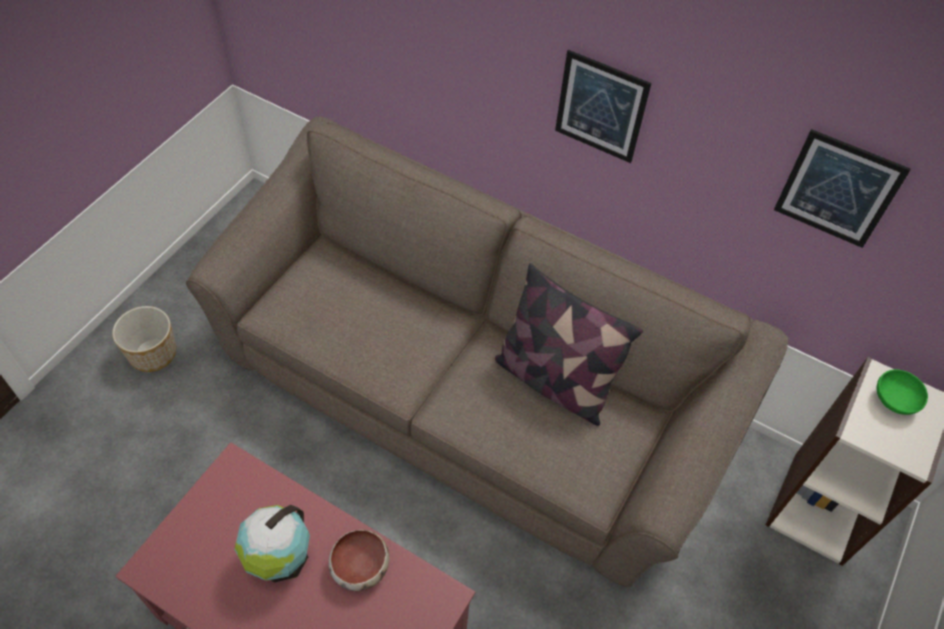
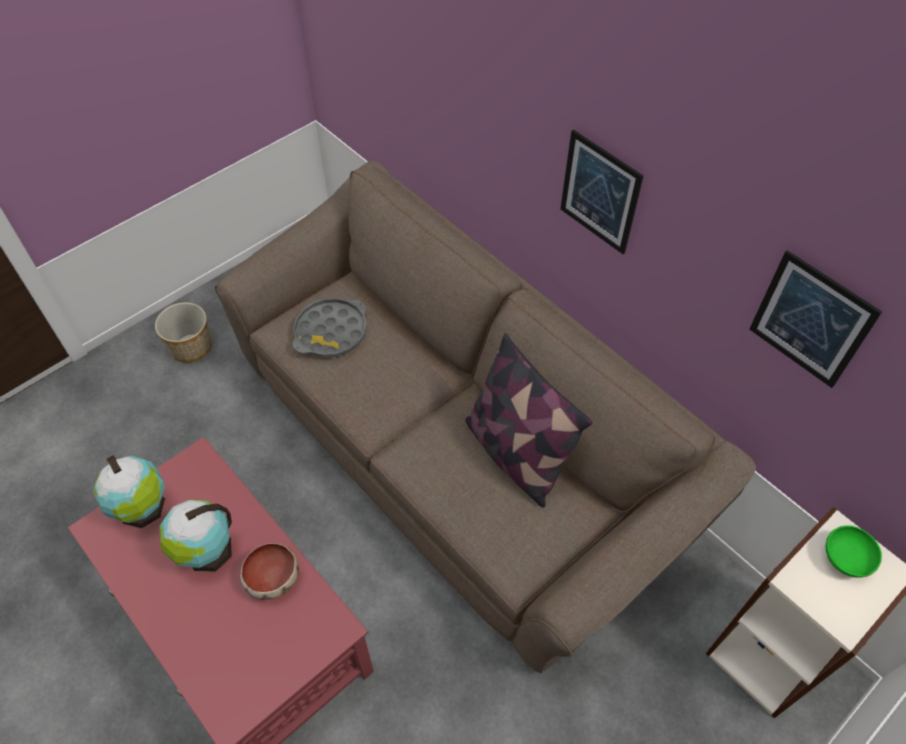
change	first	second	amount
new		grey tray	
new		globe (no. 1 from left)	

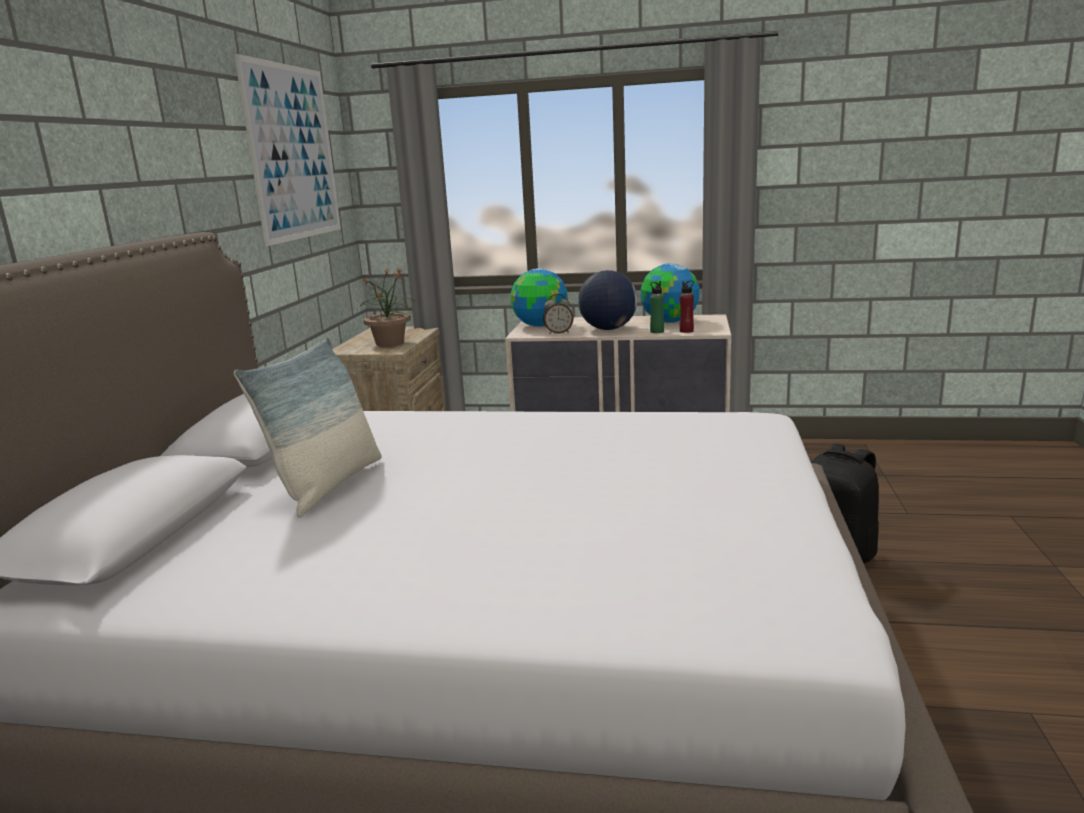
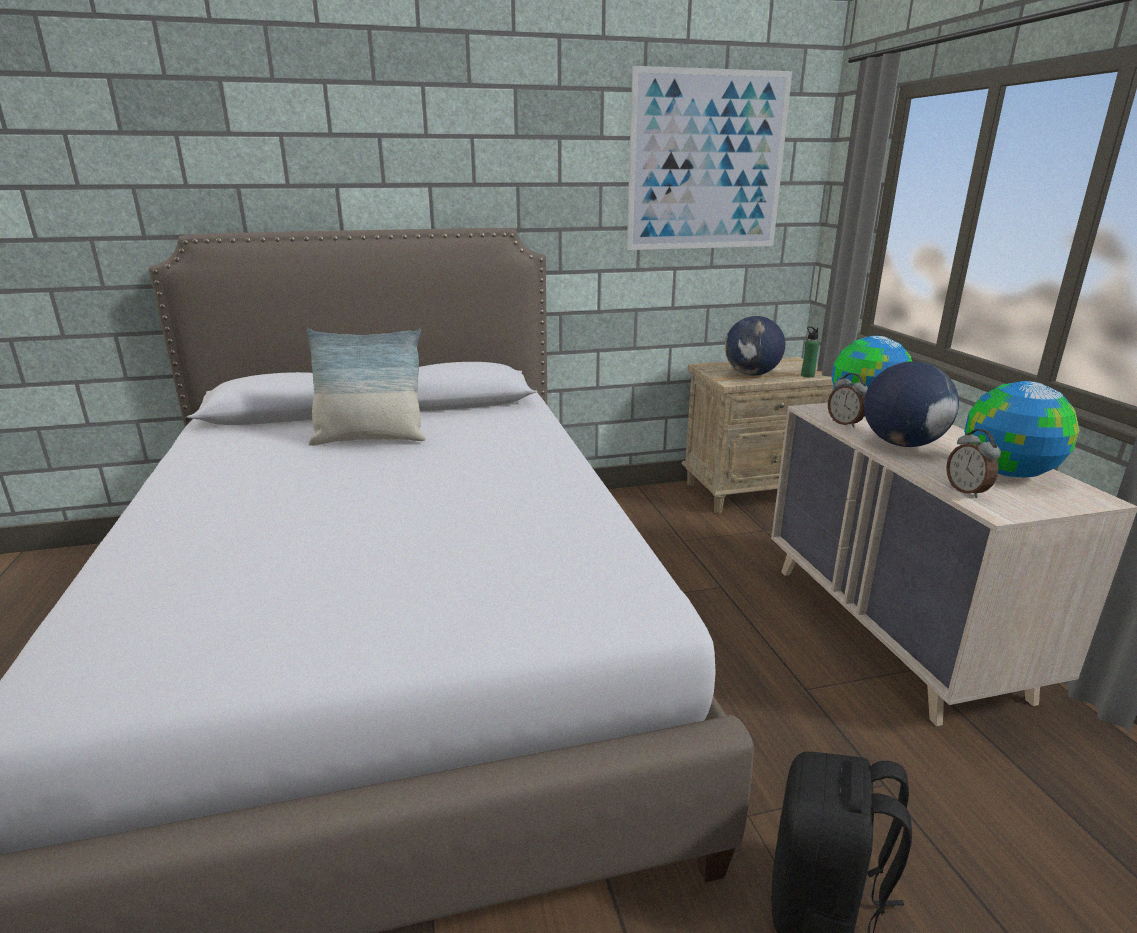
change	first	second	amount
swapped	potted plant	globe (no. 1 from left)	
swapped	red bottle	alarm clock (no. 2 from left)	
shifted	green bottle		

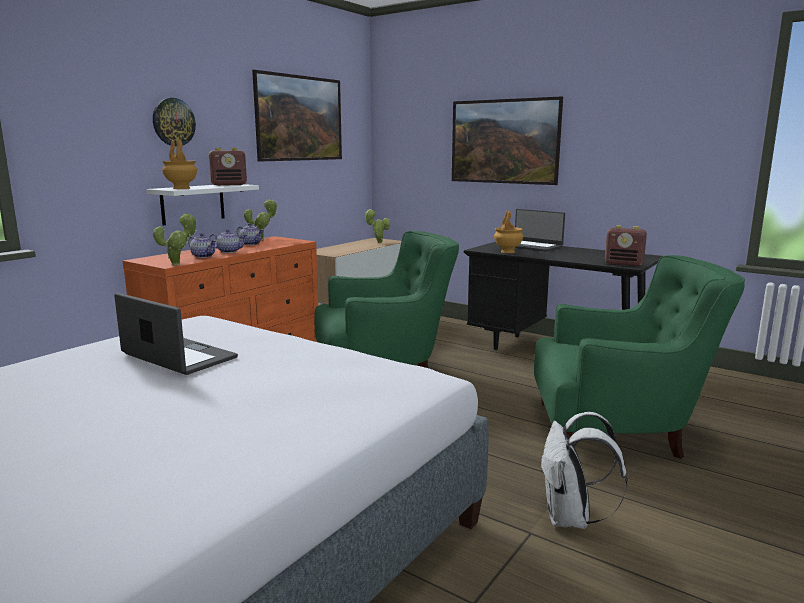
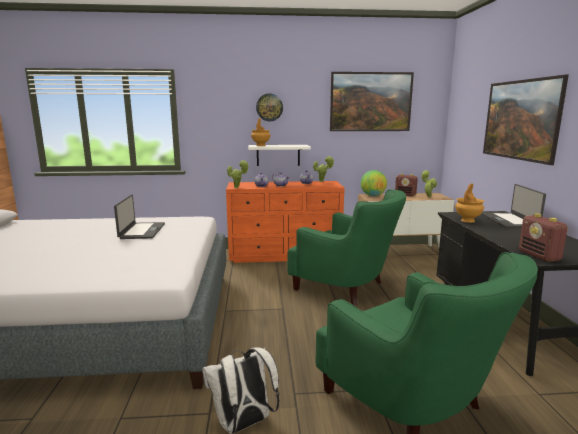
change	first	second	amount
shifted	radio (no. 1 from left)		
new		globe	

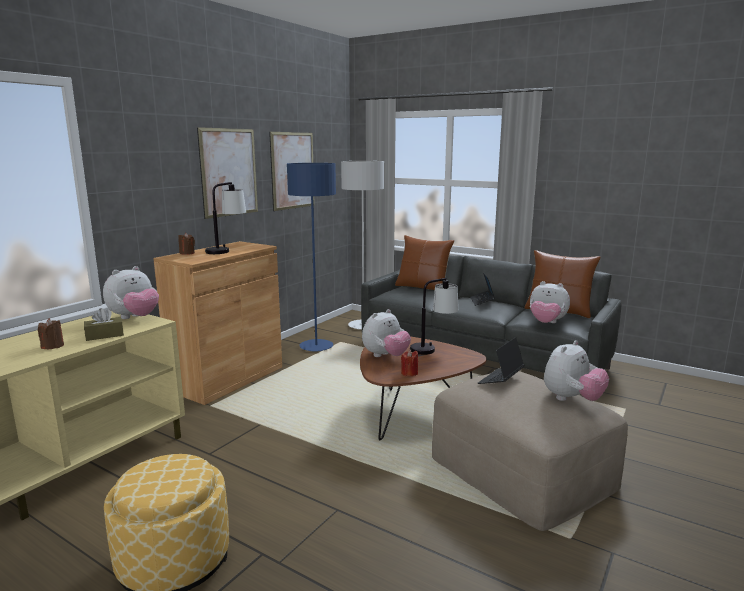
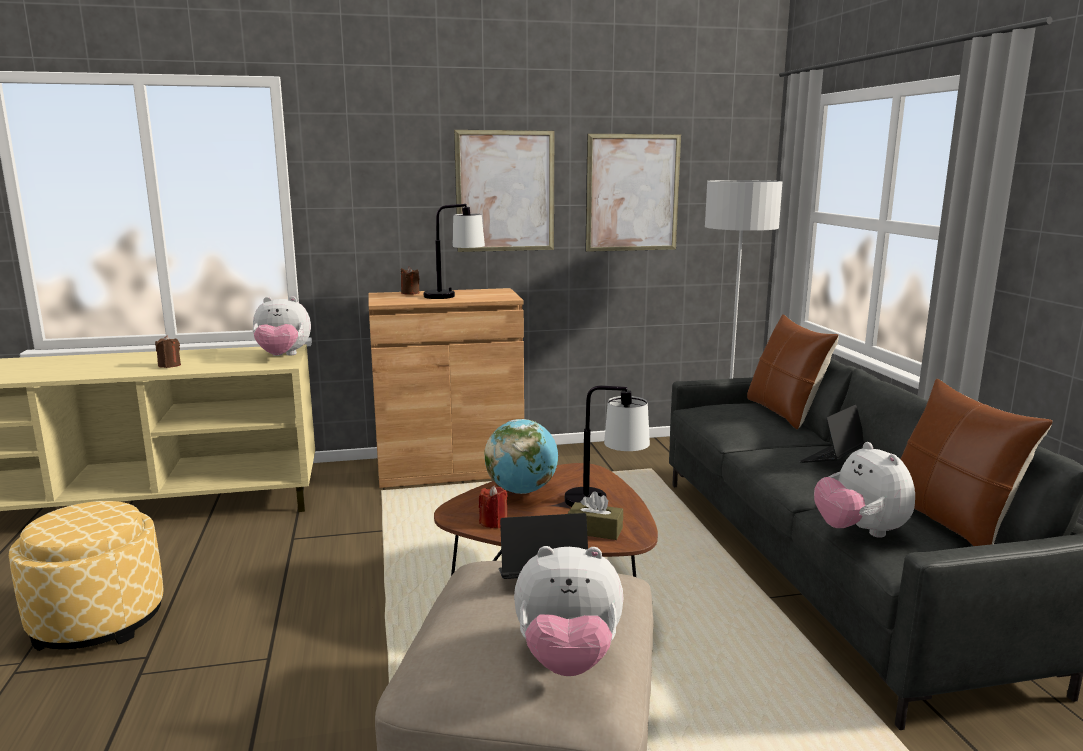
change	first	second	amount
gone	blue floor lamp		
shifted	brown tissue box		
swapped	plush toy (no. 2 from left)	globe	

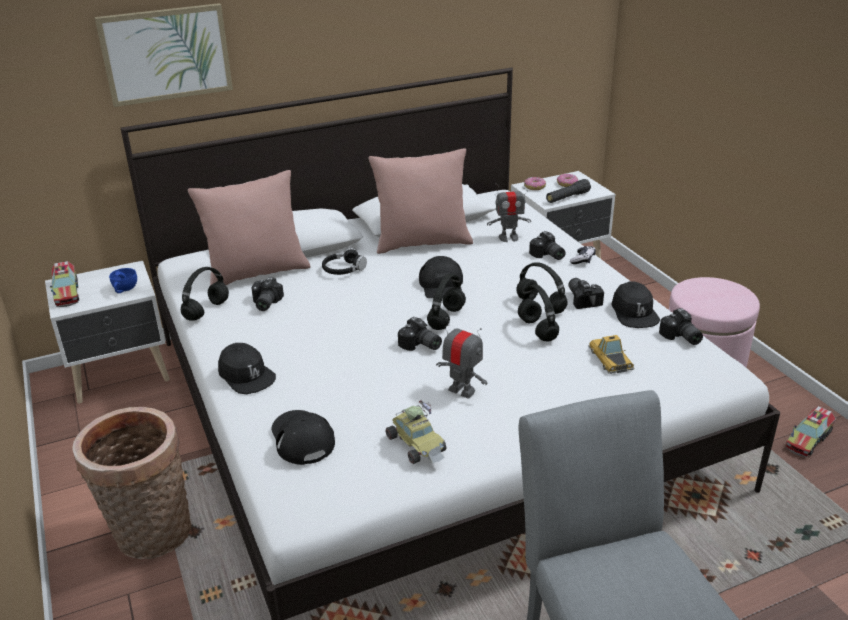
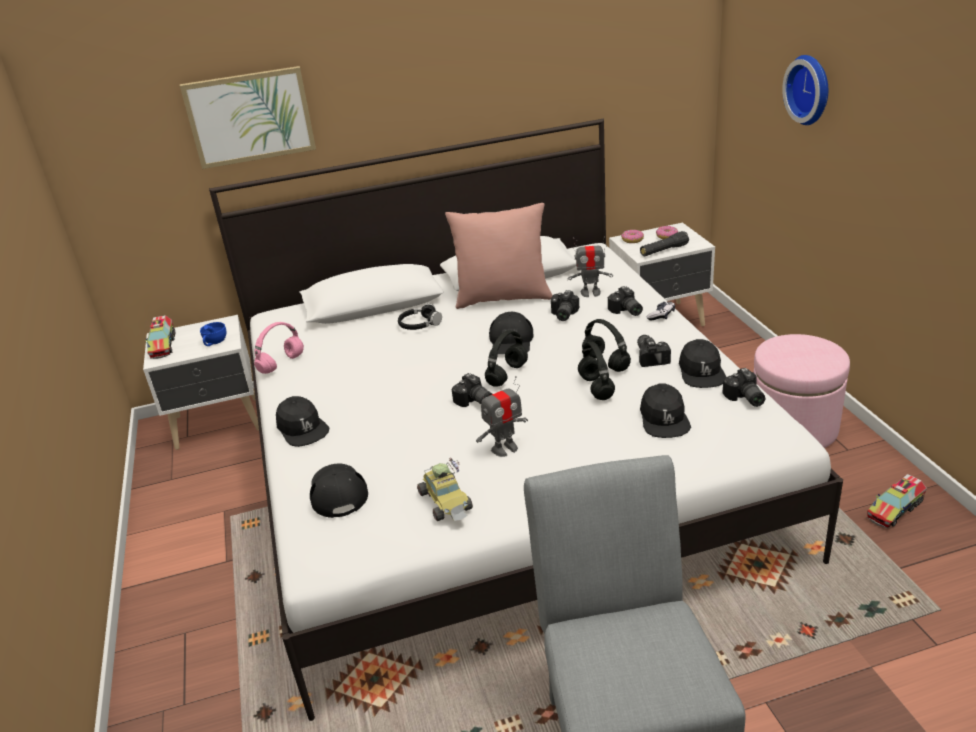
change	first	second	amount
gone	pink pillow (no. 1 from left)		
repainted	black headphones (no. 1 from left)	pink headphones	
shifted	photo camera (no. 1 from left in the first image)	photo camera (no. 2 from left)	
rotated	toy robot (no. 1 from left)		105 degrees clockwise
swapped	toy car (no. 2 from left)	black cap (no. 4 from left)	
gone	basket		
new		wall clock	

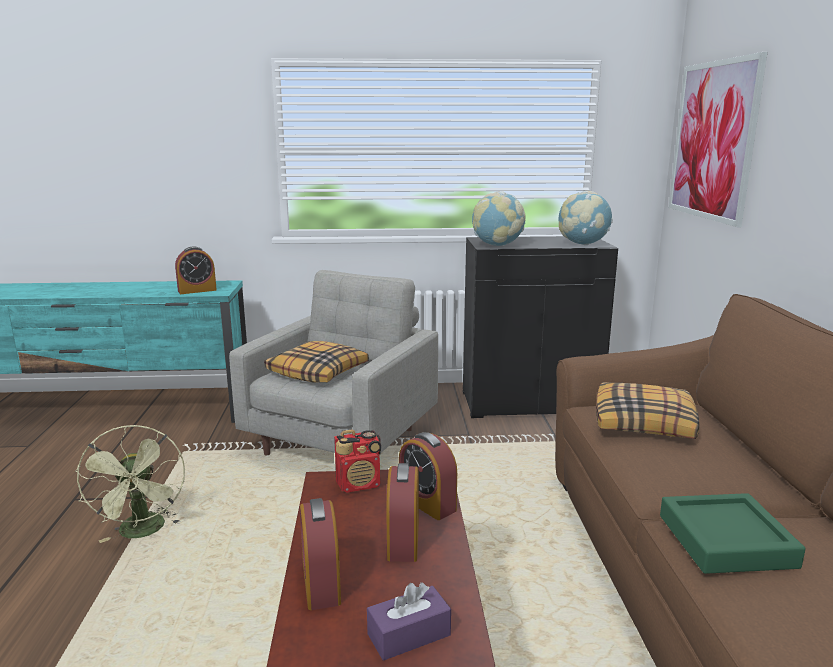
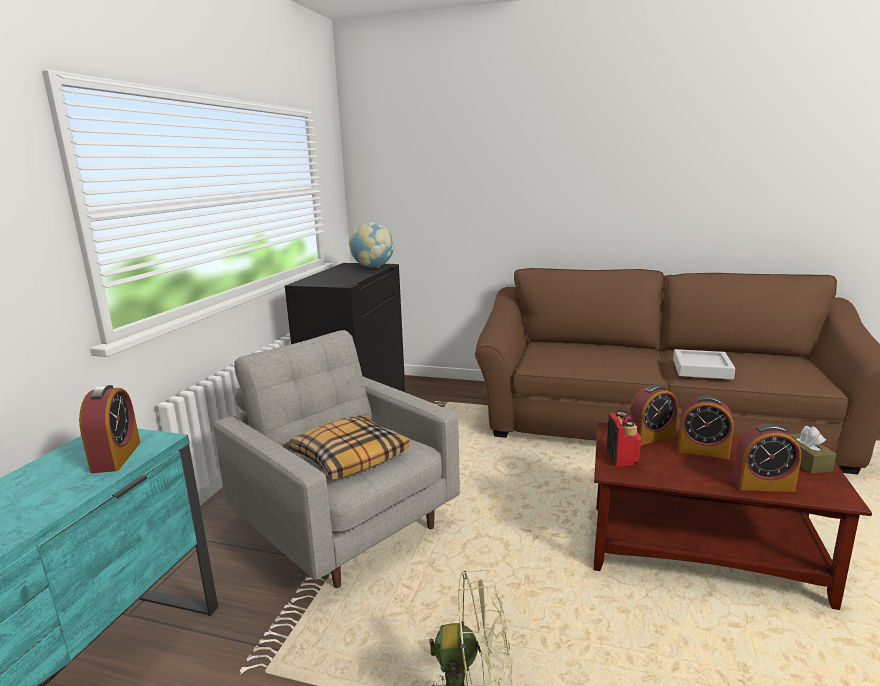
change	first	second	amount
gone	picture		
gone	globe (no. 1 from left)		
gone	pillow (no. 2 from left)		
repainted	green tray	grey tray	
repainted	purple tissue box	brown tissue box	

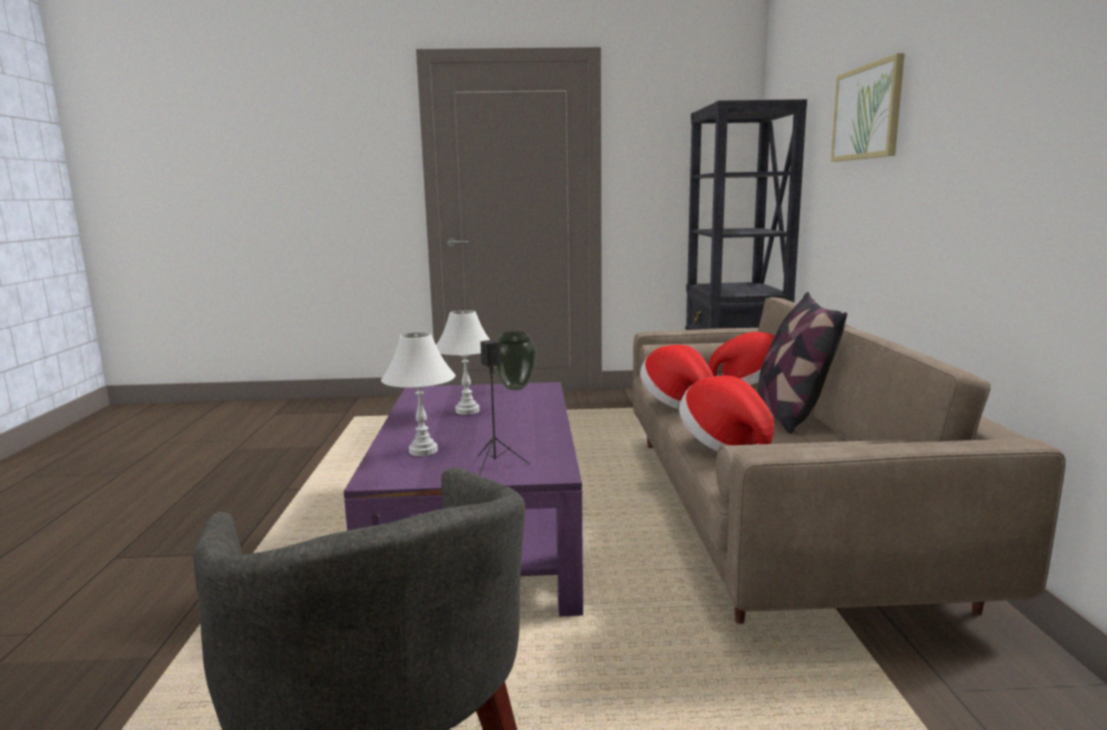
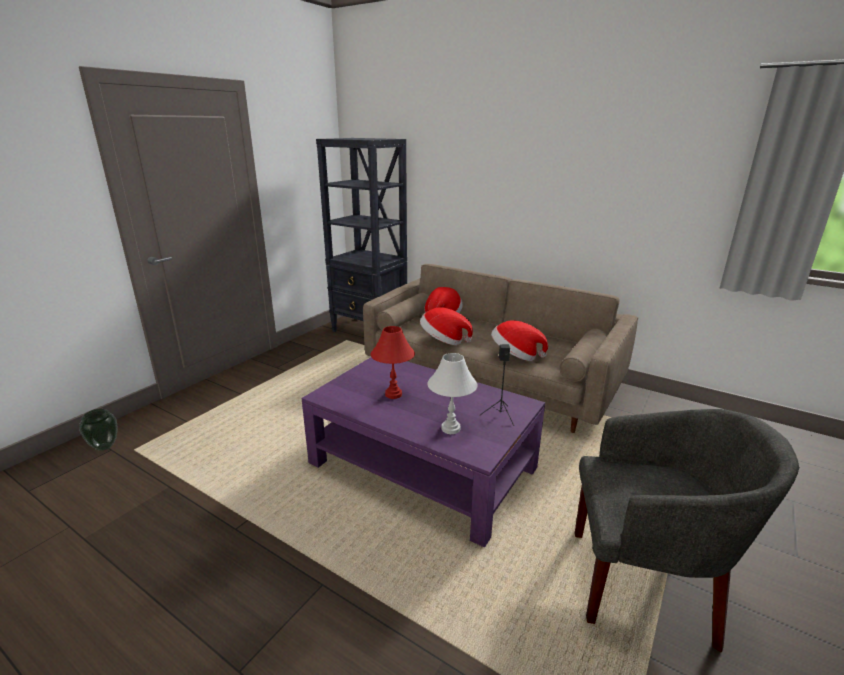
change	first	second	amount
gone	picture		
gone	pillow		
repainted	white table lamp (no. 2 from left)	red table lamp	
shifted	vase		

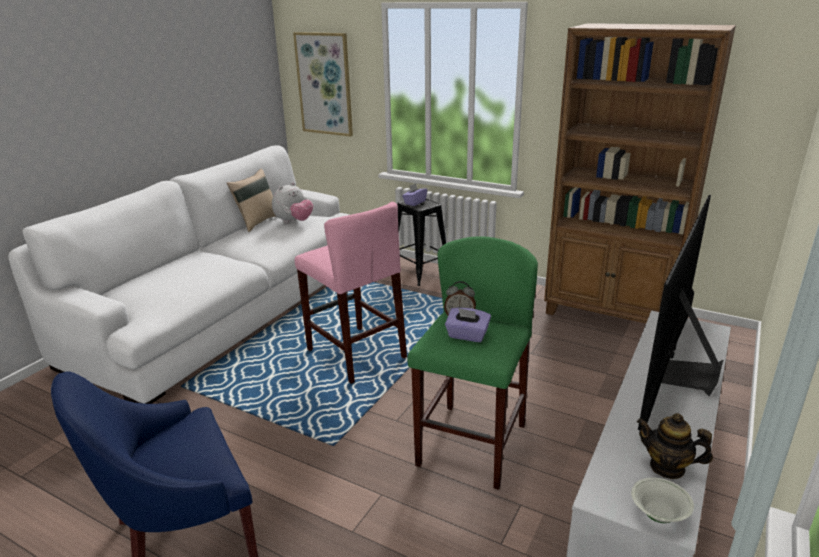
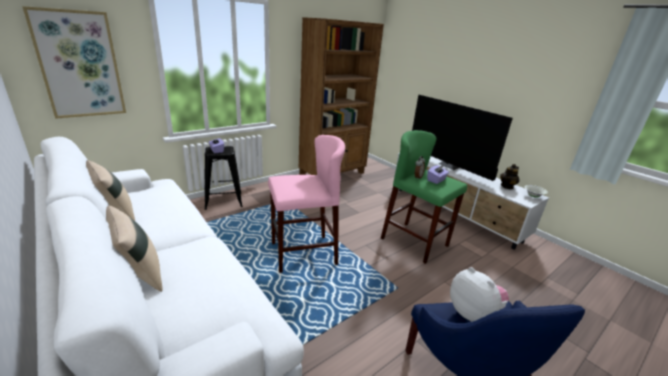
change	first	second	amount
shifted	plush toy		
new		beige pillow (no. 2 from left)	

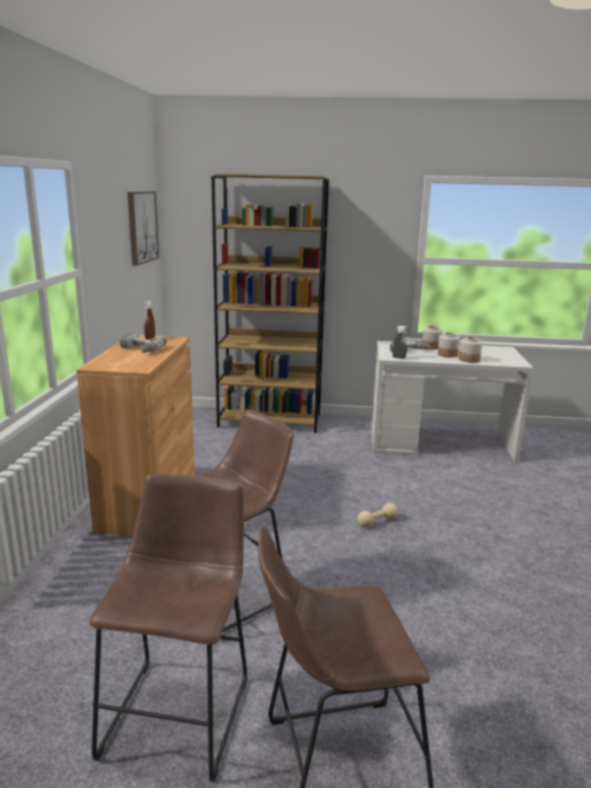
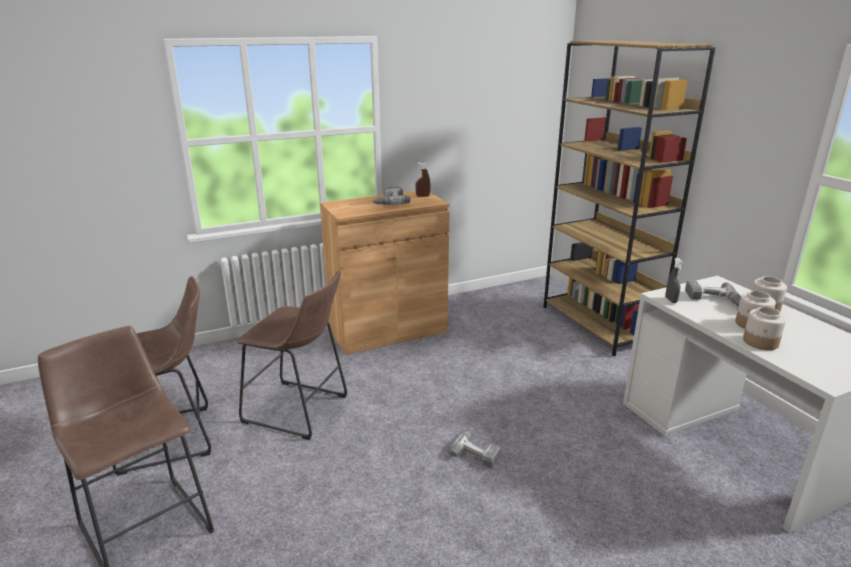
change	first	second	amount
gone	picture		
swapped	beige dumbbell	power drill (no. 2 from left)	

